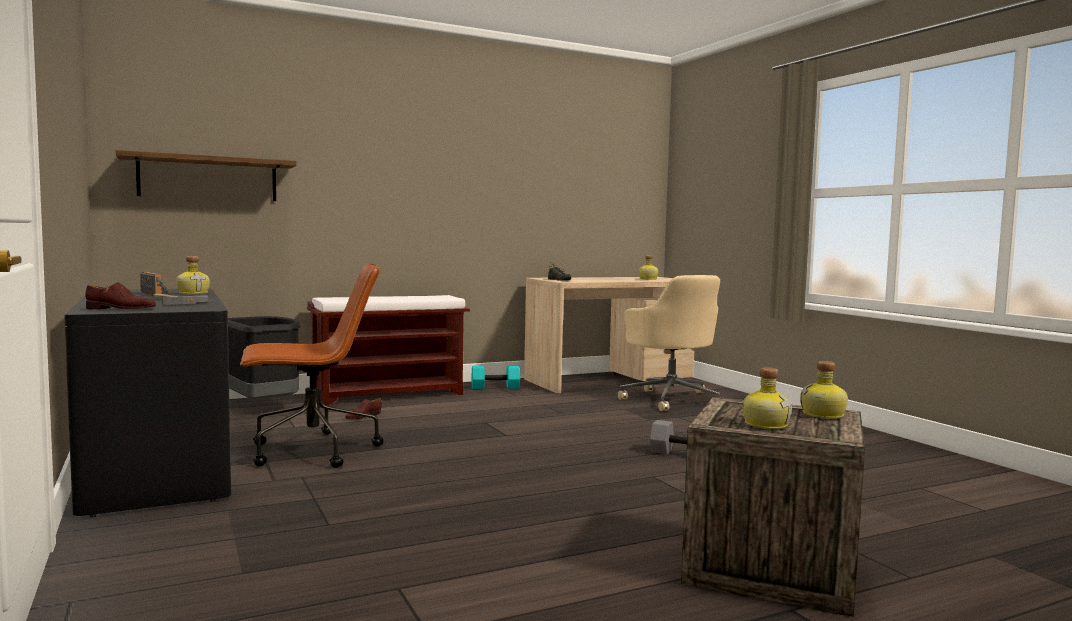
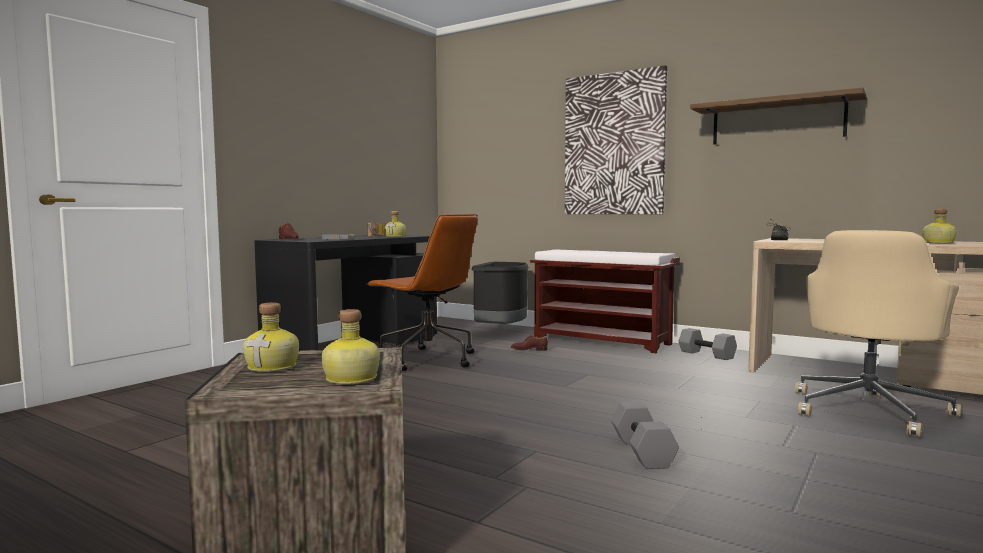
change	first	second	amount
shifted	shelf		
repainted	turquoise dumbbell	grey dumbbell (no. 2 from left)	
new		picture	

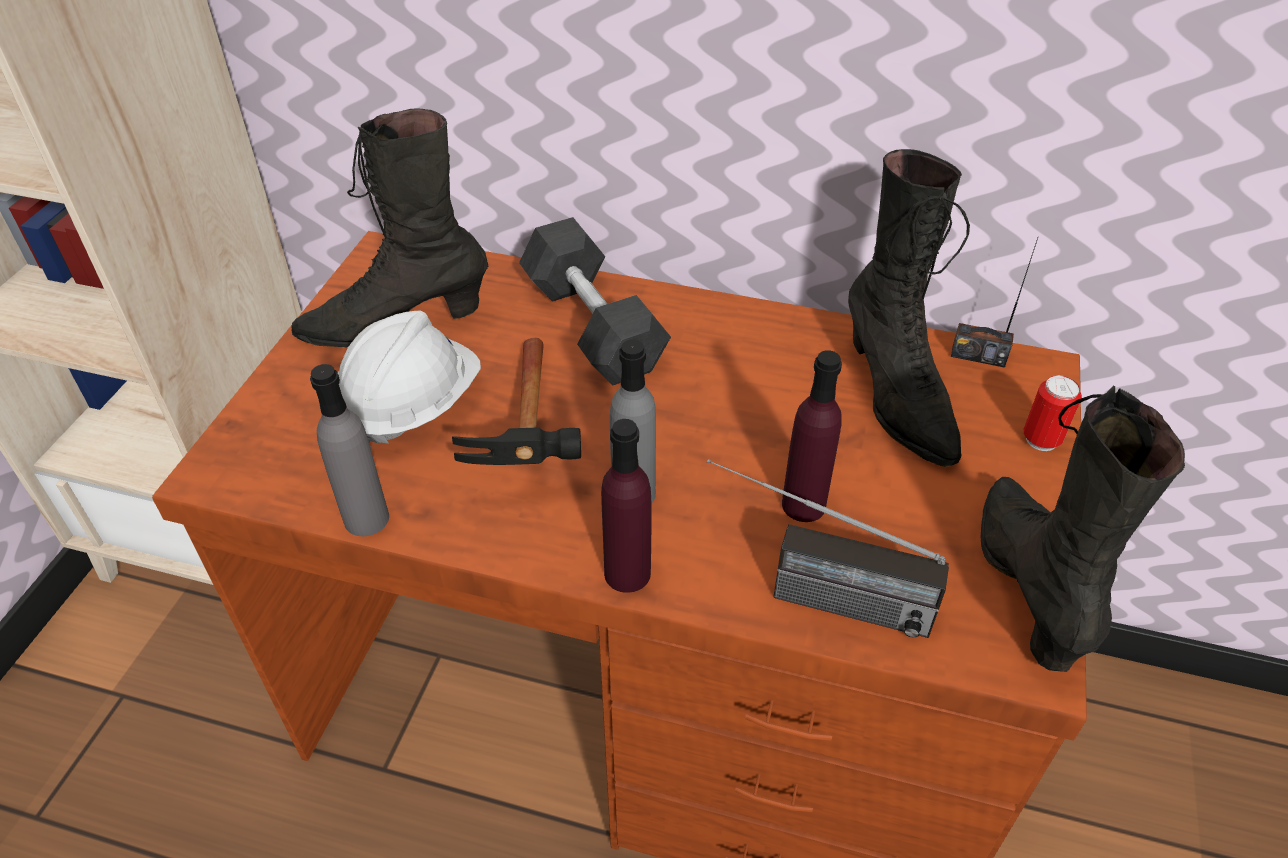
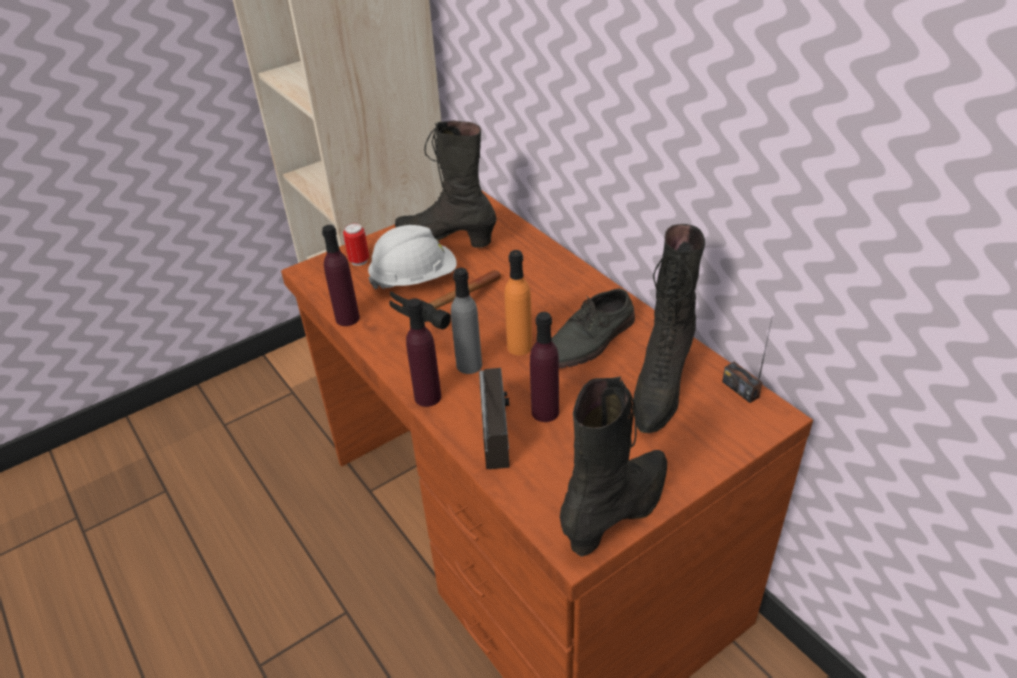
change	first	second	amount
gone	grey dumbbell		
repainted	grey bottle (no. 1 from left)	purple bottle (no. 1 from left)	
shifted	can		
rotated	radio (no. 1 from left)		150 degrees counterclockwise
new		orange bottle	
new		grey shoe	

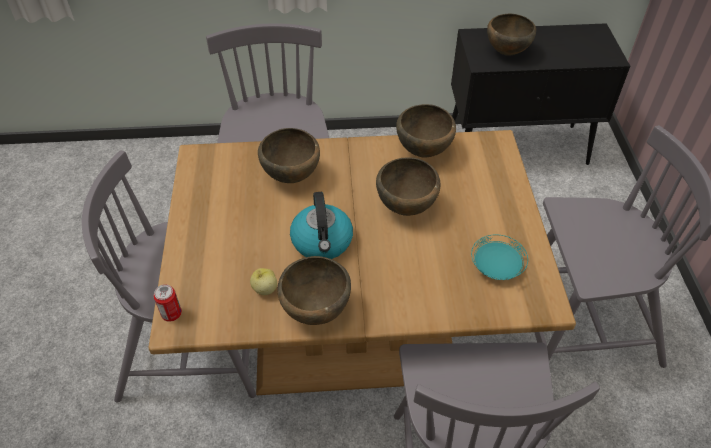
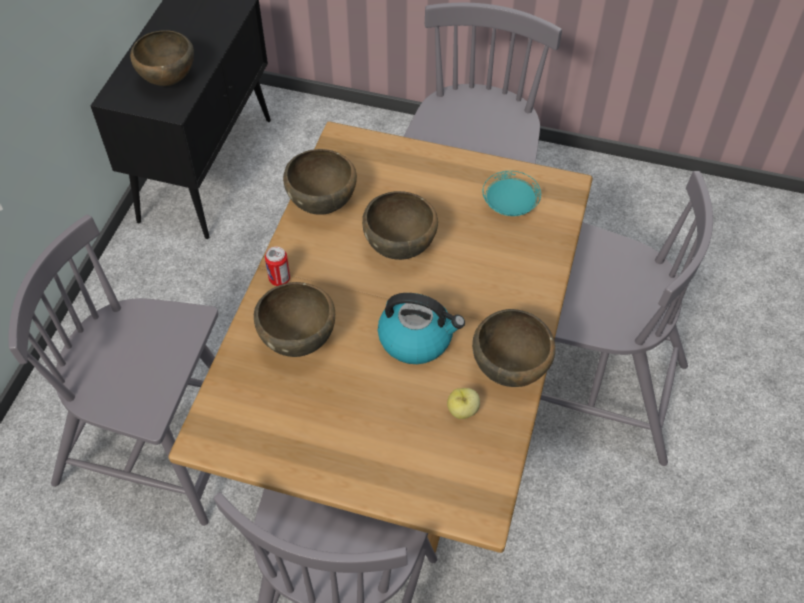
change	first	second	amount
shifted	can		

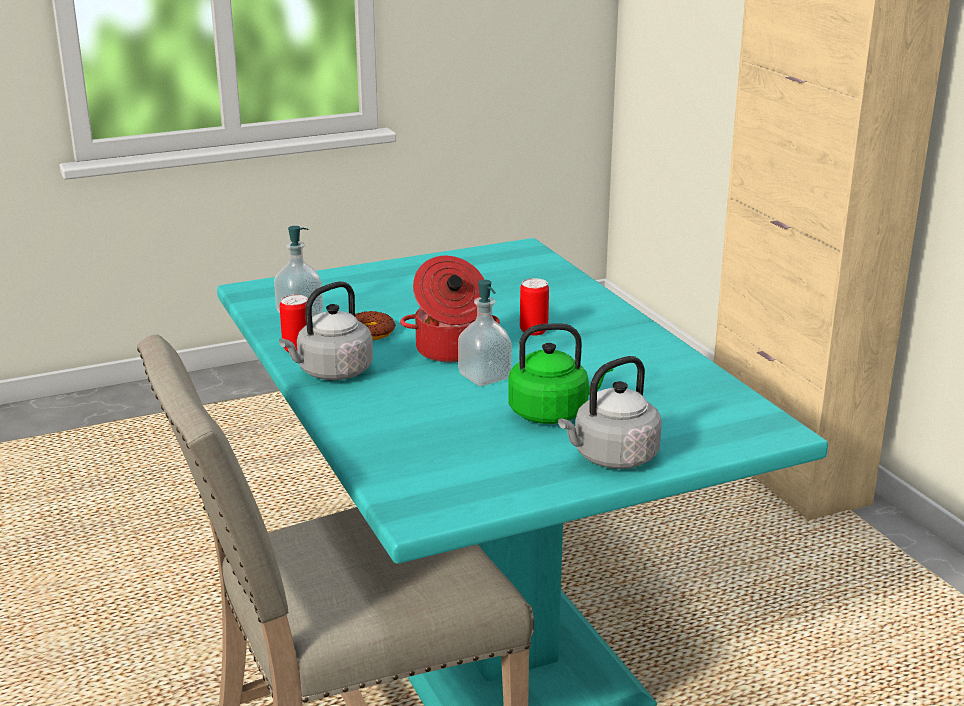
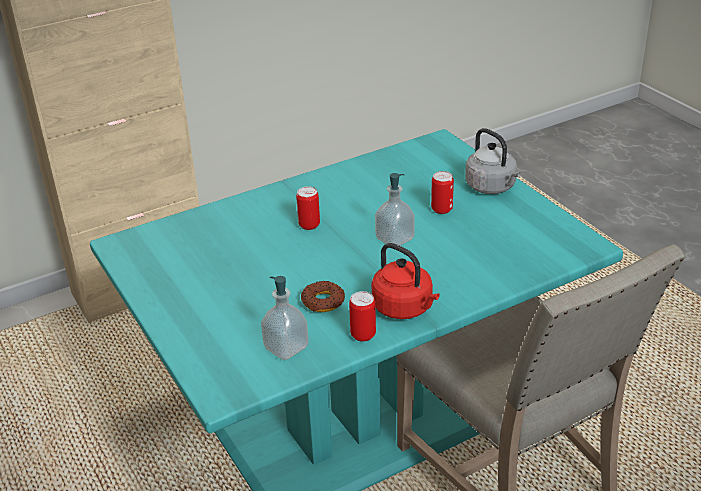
change	first	second	amount
gone	cooking pot		
repainted	grey kettle (no. 1 from left)	red kettle	
swapped	green kettle	can (no. 3 from left)	

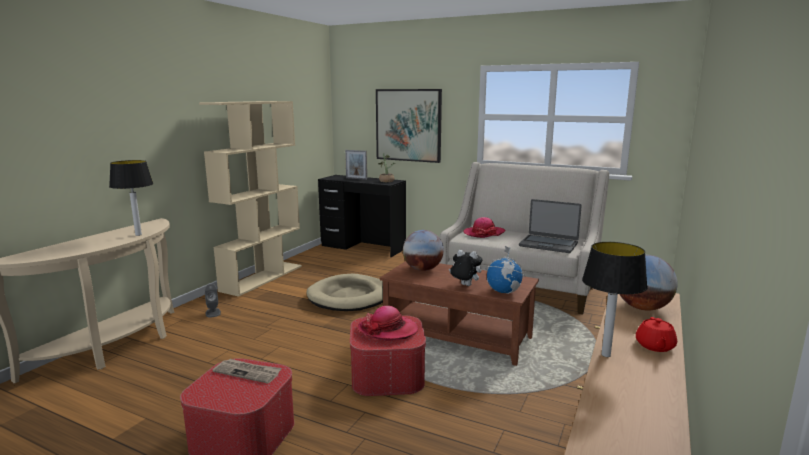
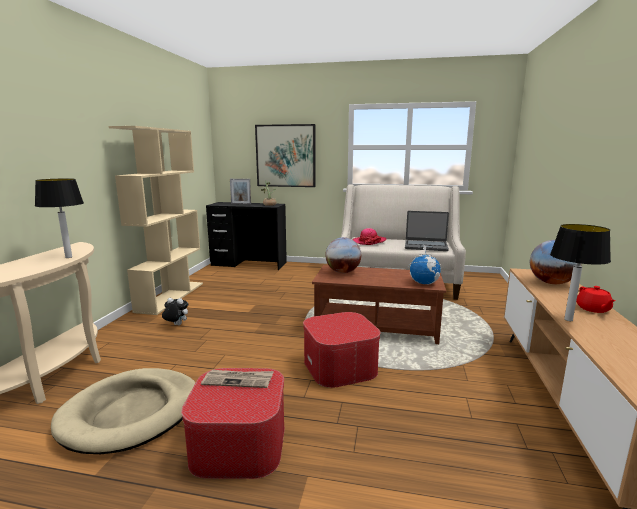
change	first	second	amount
shifted	plush toy		
shifted	beige dog bed		
gone	grey speaker		
gone	hat (no. 1 from left)		

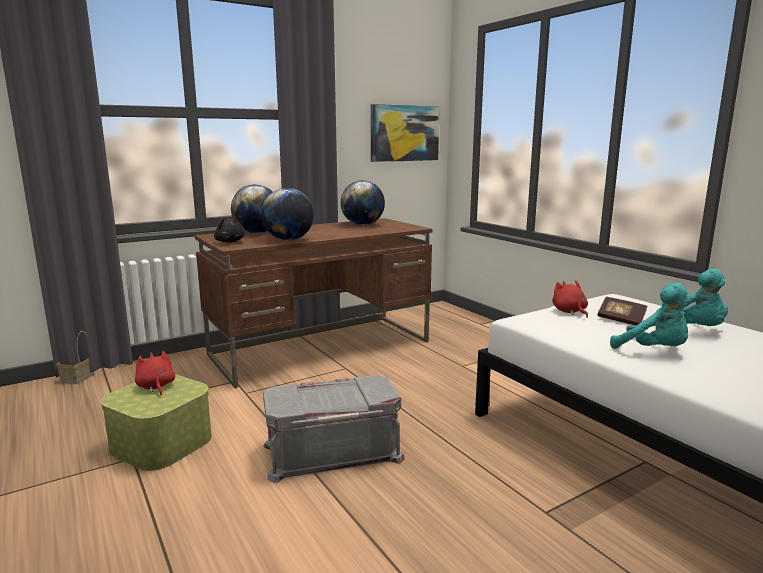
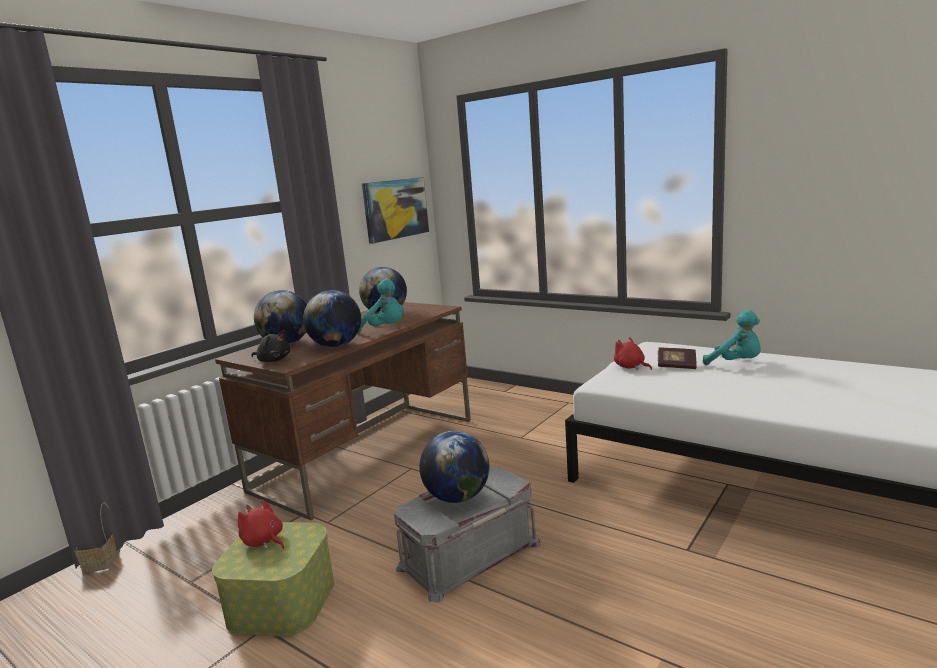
change	first	second	amount
shifted	turquoise plush toy (no. 1 from left)		
new		globe (no. 4 from left)	

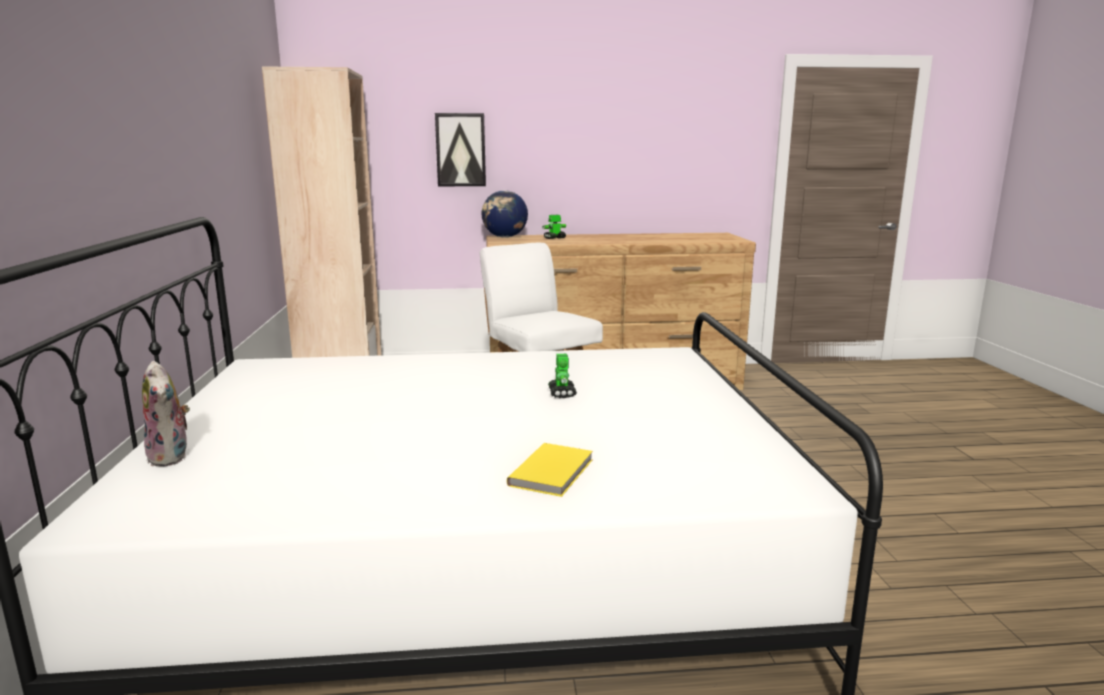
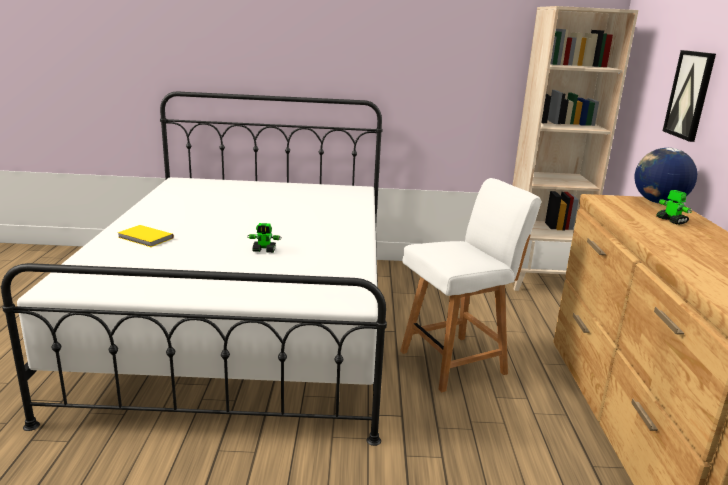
change	first	second	amount
gone	plush toy		

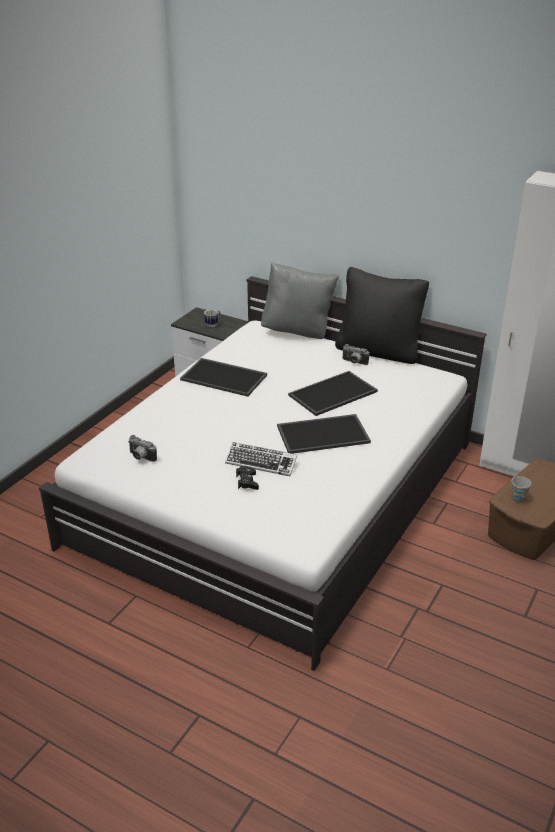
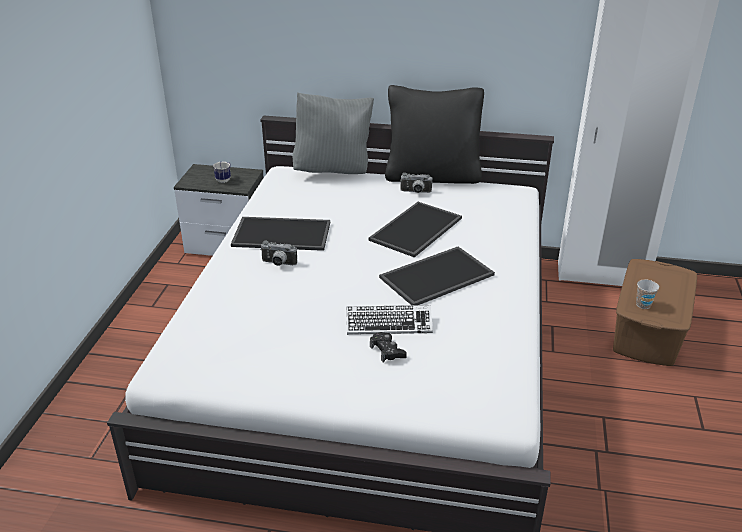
change	first	second	amount
shifted	photo camera (no. 1 from left)		

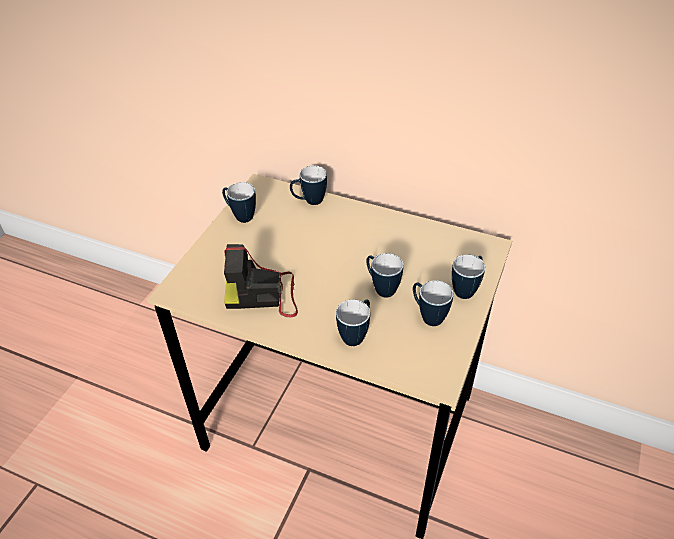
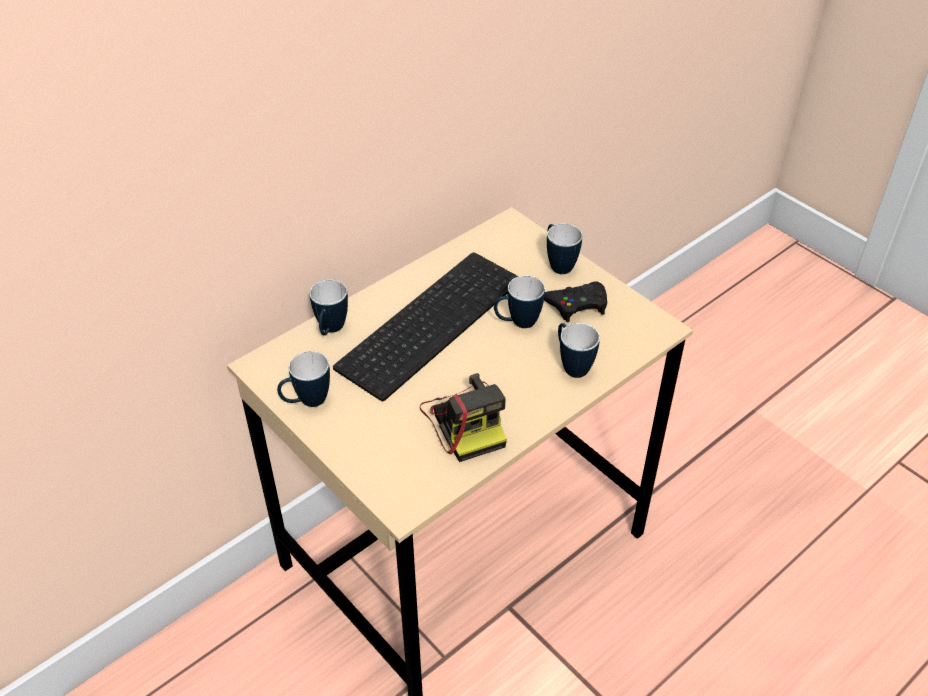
change	first	second	amount
rotated	photo camera		45 degrees counterclockwise
swapped	mug (no. 5 from left)	black game controller	
new		keyboard	

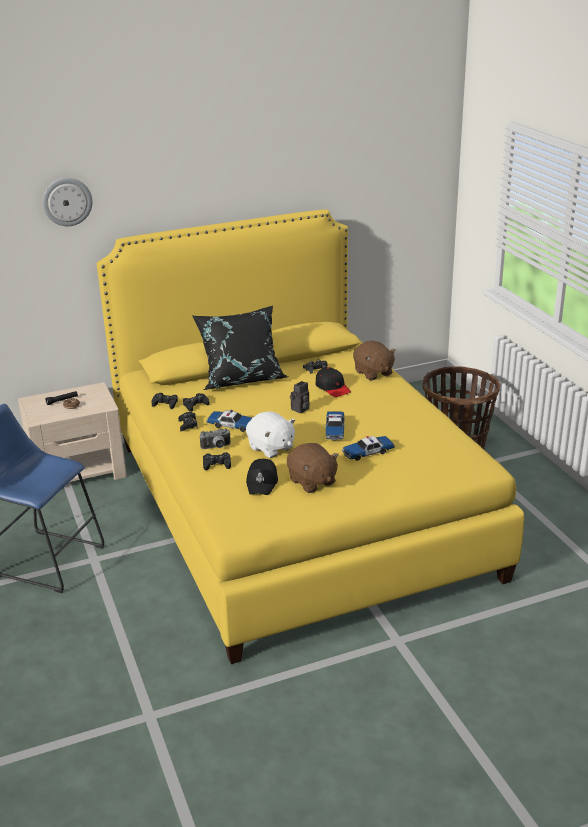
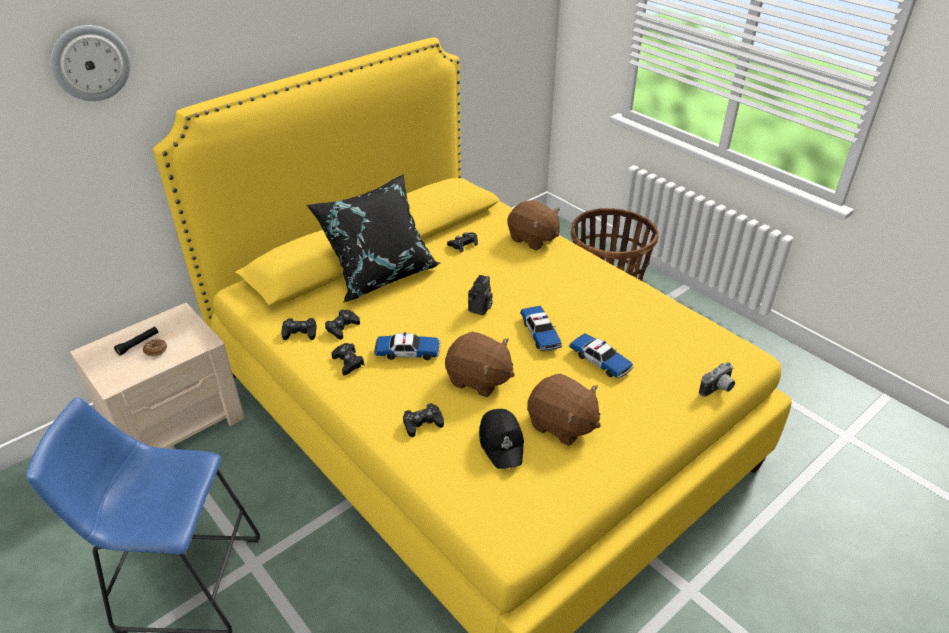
change	first	second	amount
gone	black cap (no. 2 from left)		
repainted	white plush toy	brown plush toy (no. 1 from left)	
shifted	photo camera (no. 1 from left in the first image)	photo camera (no. 2 from left)	
rotated	toy car (no. 3 from left)		90 degrees counterclockwise

